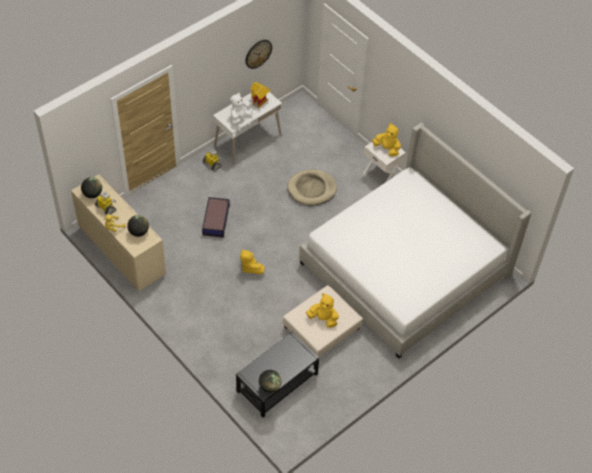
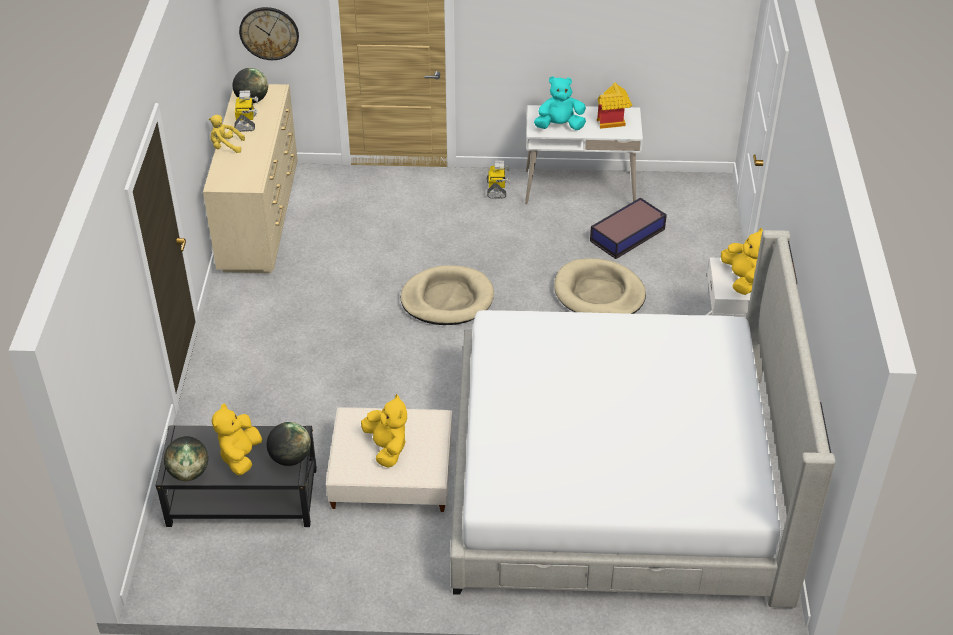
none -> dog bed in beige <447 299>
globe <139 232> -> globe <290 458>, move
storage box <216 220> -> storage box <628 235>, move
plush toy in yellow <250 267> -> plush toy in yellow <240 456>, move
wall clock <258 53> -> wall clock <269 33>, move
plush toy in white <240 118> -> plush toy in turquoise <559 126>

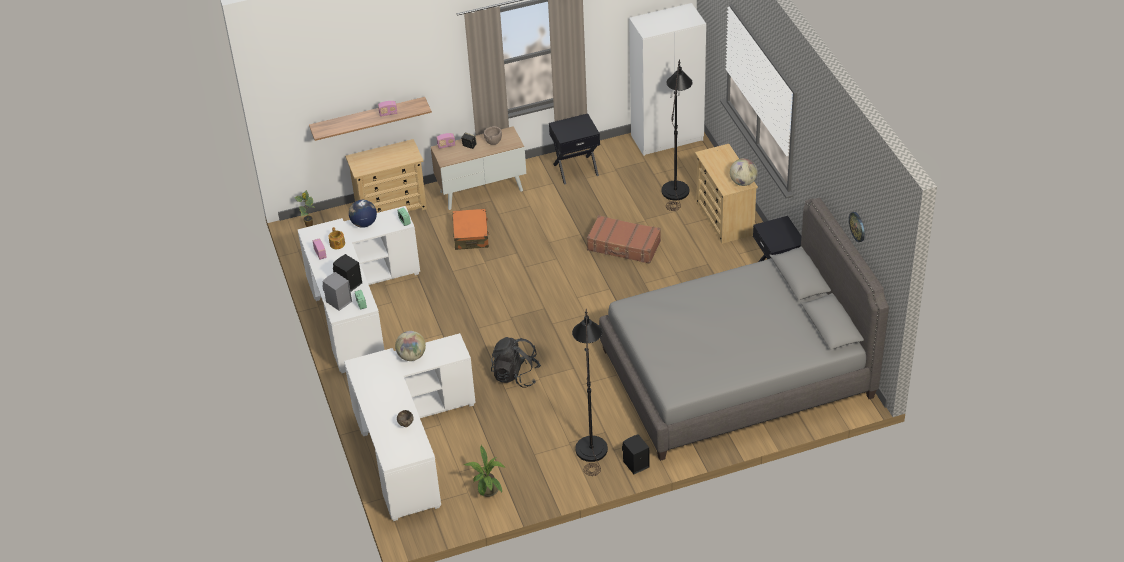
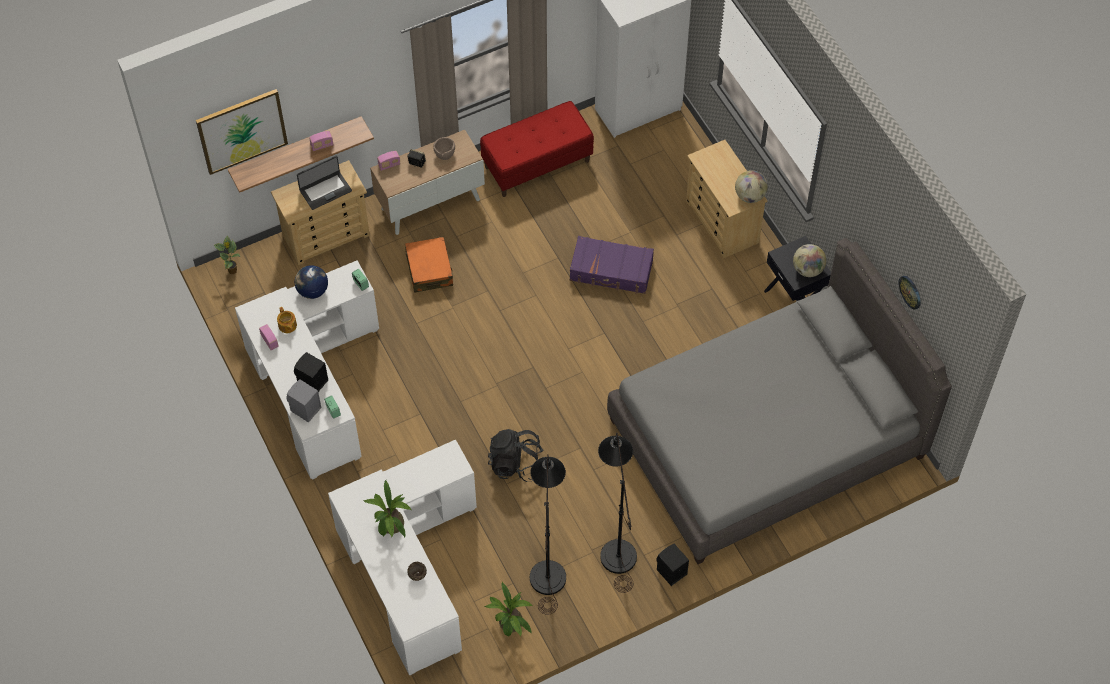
none -> picture <242 130>
none -> laptop <325 190>
none -> potted plant <391 527>
globe <411 356> -> globe <807 269>, move
floor lamp in black <676 186> -> floor lamp in black <548 568>, move
nightstand in black <575 169> -> bench in red <537 164>
suitcase in brown <624 246> -> suitcase in purple <611 271>

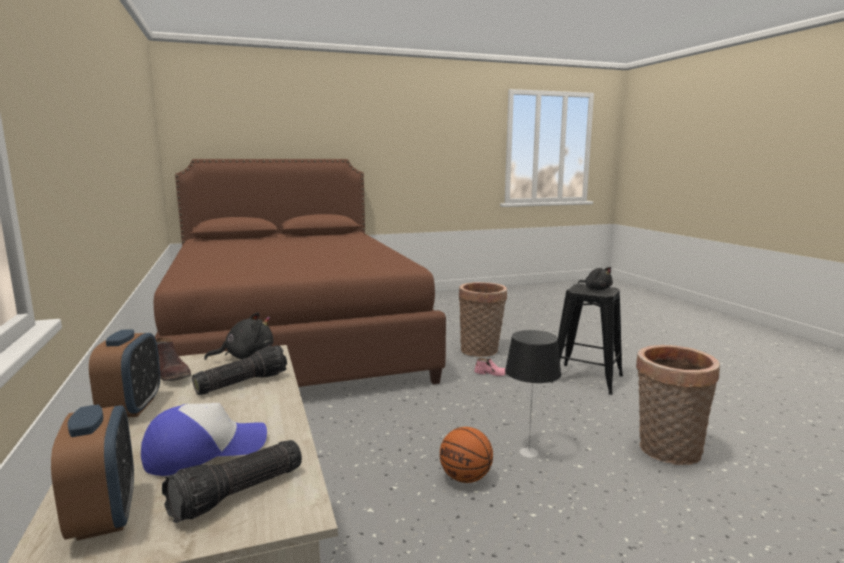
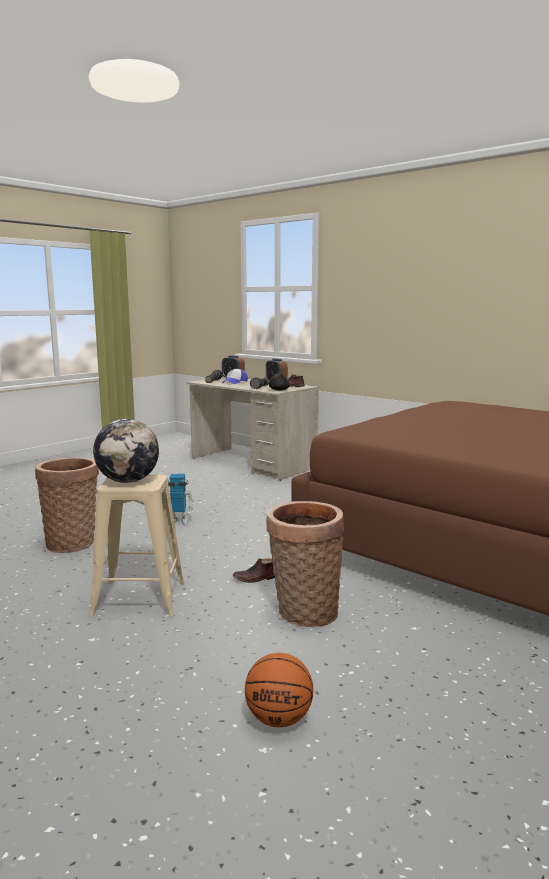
basketball <465 478> -> basketball <279 719>, move
table lamp <528 452> -> toy robot <178 522>
plush toy in black <596 289> -> globe <128 481>
shoe in pink <492 373> -> shoe in brown <255 578>
stool in black <586 379> -> stool in beige <139 599>

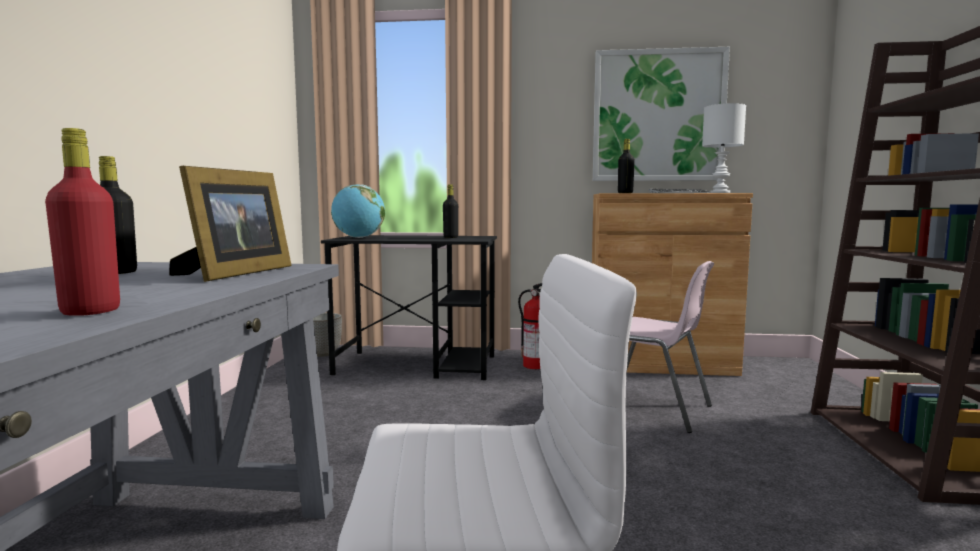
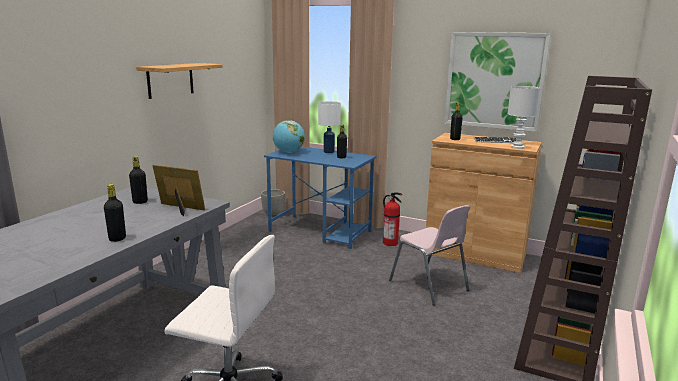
none -> shelf <170 80>
none -> table lamp in white <328 152>
bottle in red <91 311> -> bottle in black <117 238>
desk in black <418 365> -> desk in blue <321 231>
picture frame <235 273> -> picture frame <180 209>, 105 degrees counterclockwise

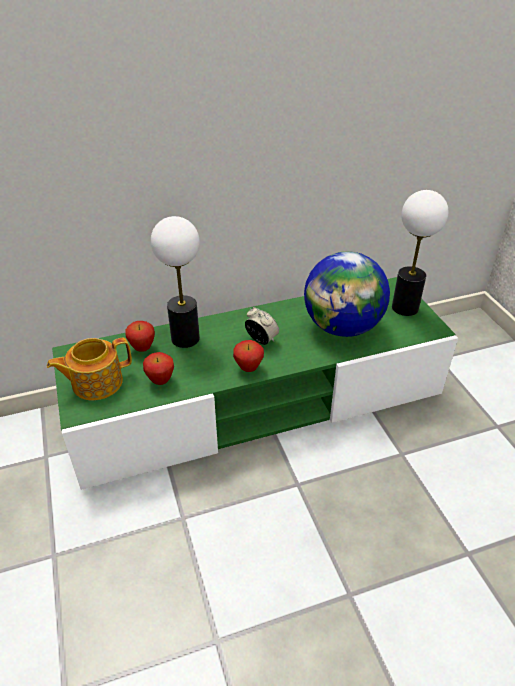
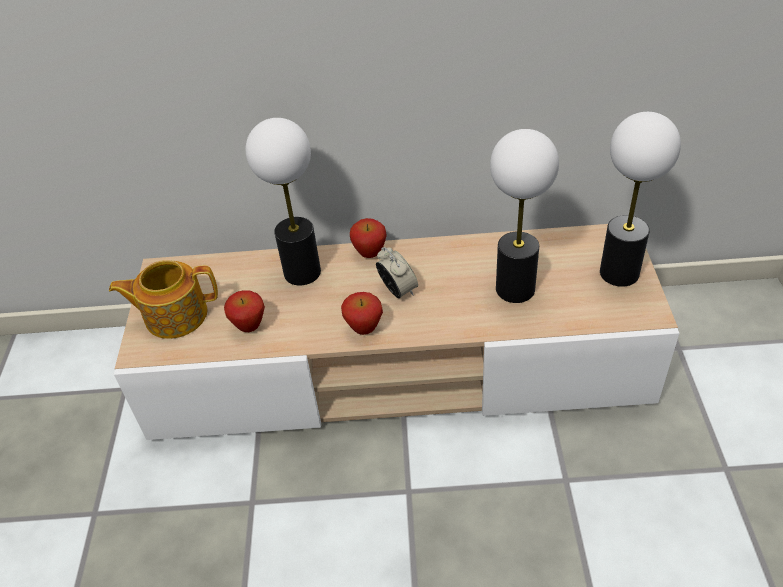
apple <142 348> -> apple <370 254>, move
globe <342 327> -> table lamp <515 289>
tv stand in green <257 402> -> tv stand in beige <398 366>

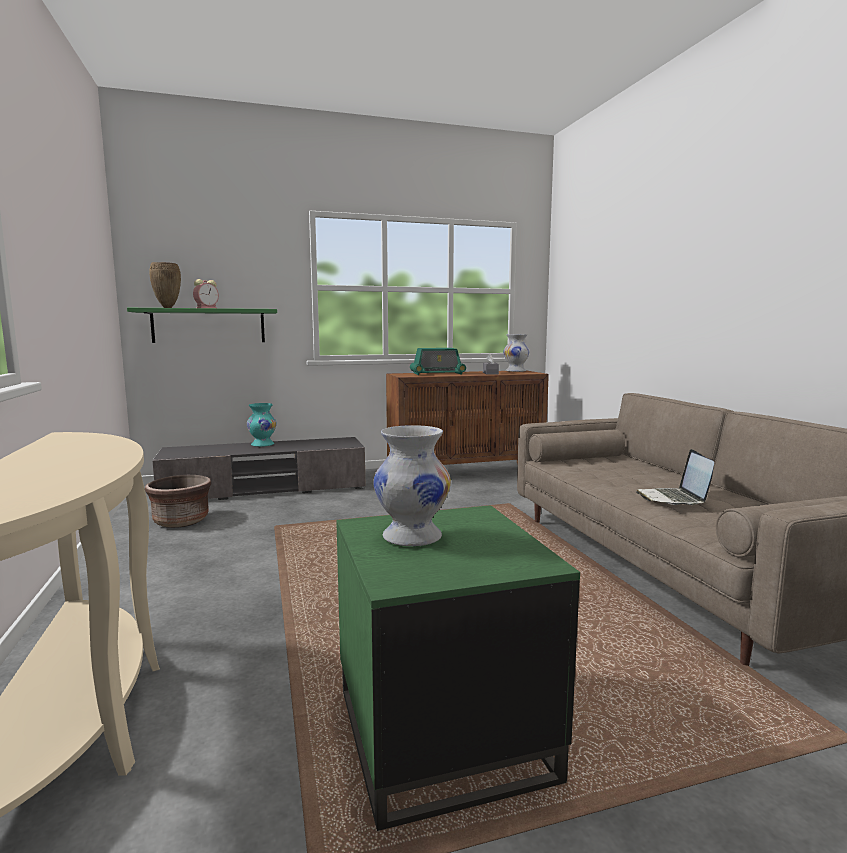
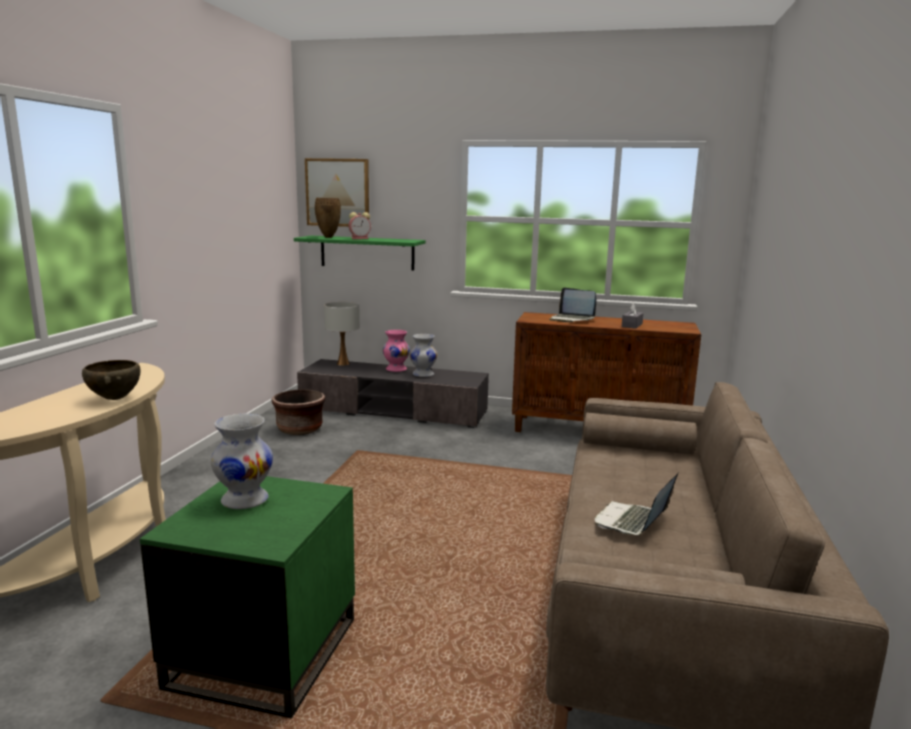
none -> bowl in brown <115 399>
none -> picture <338 192>
none -> table lamp in white <343 364>
vase in white <515 371> -> vase in white <423 374>, move
radio <437 374> -> laptop <571 319>
vase in turquoise <262 445> -> vase in pink <396 369>

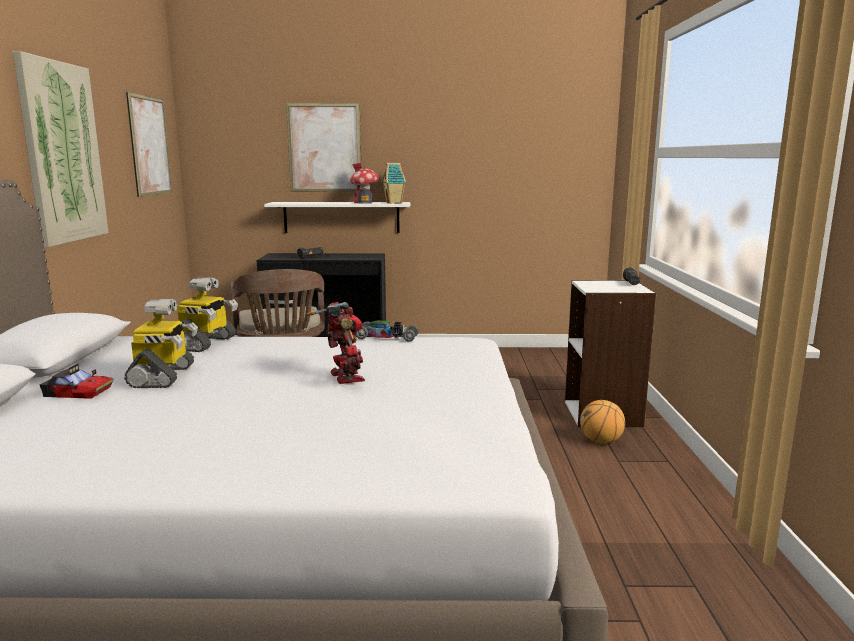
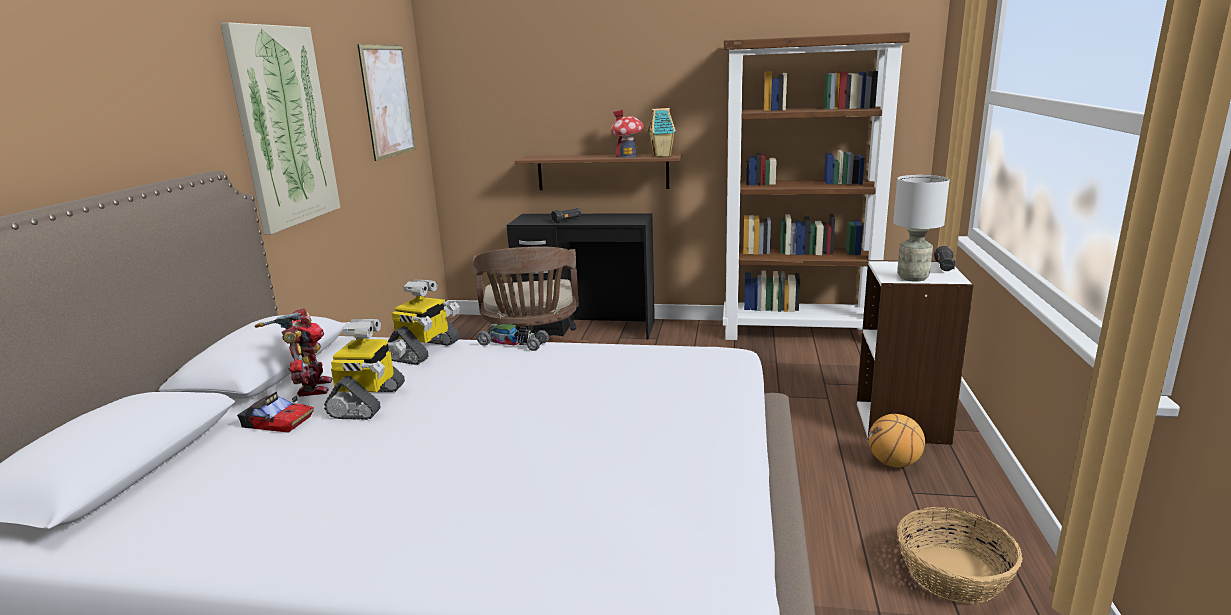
picture <324 148> -> none
none -> bookcase in brown <798 332>
none -> table lamp in grey <913 278>
none -> basket <952 574>
toy robot <344 377> -> toy robot <311 388>, move
toy car <387 337> -> toy car <513 343>, move
shelf in white <341 217> -> shelf in brown <602 172>

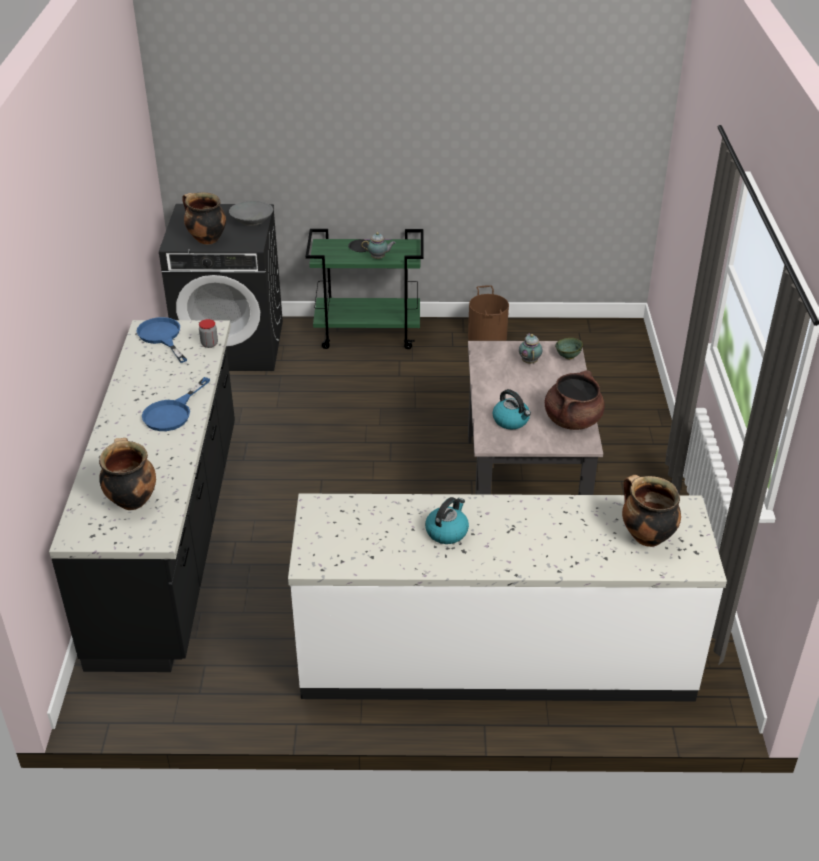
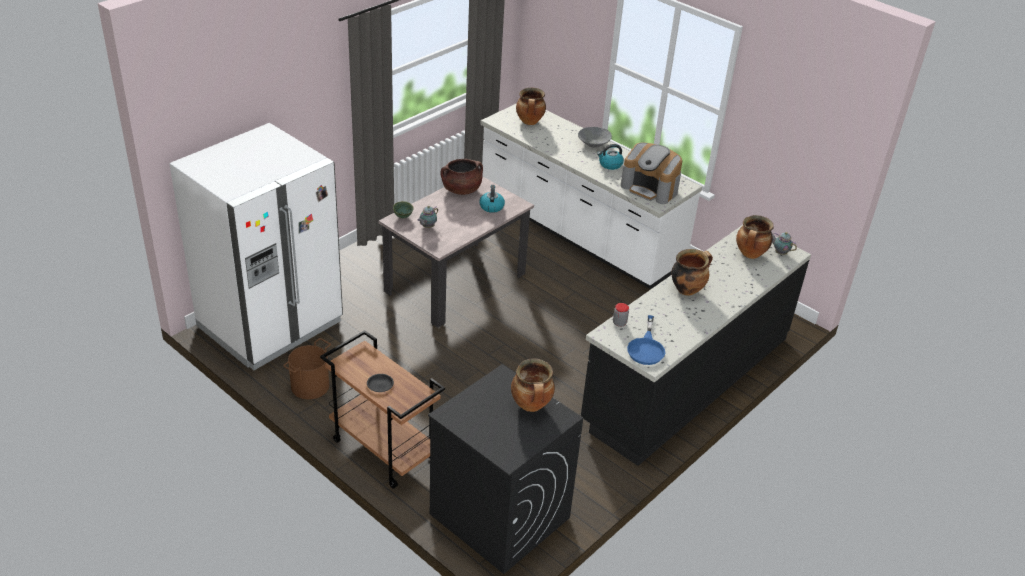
none -> fridge in white <270 324>
none -> coffee machine <650 188>
bowl in grey <252 221> -> bowl in grey <593 144>, move
teapot <379 258> -> teapot <780 252>, move
frying pan in blue <172 412> -> cooking pot <687 289>
cart in green <369 333> -> cart in brown <382 450>

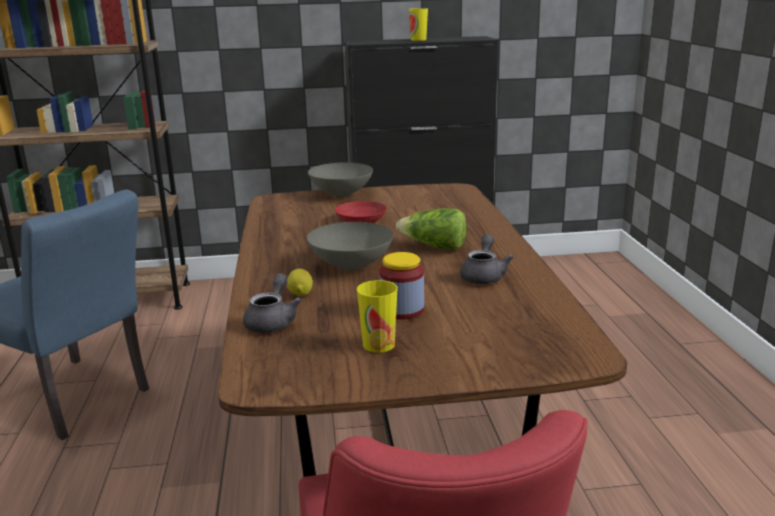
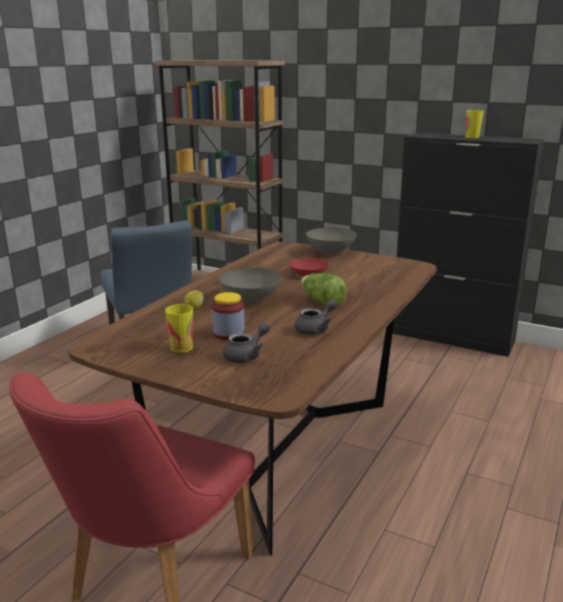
teapot in grey <272 321> -> teapot in grey <247 356>, move

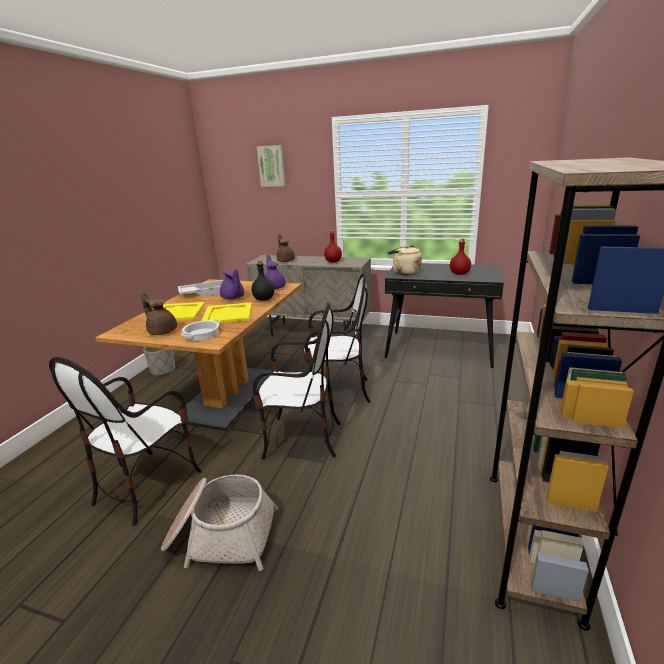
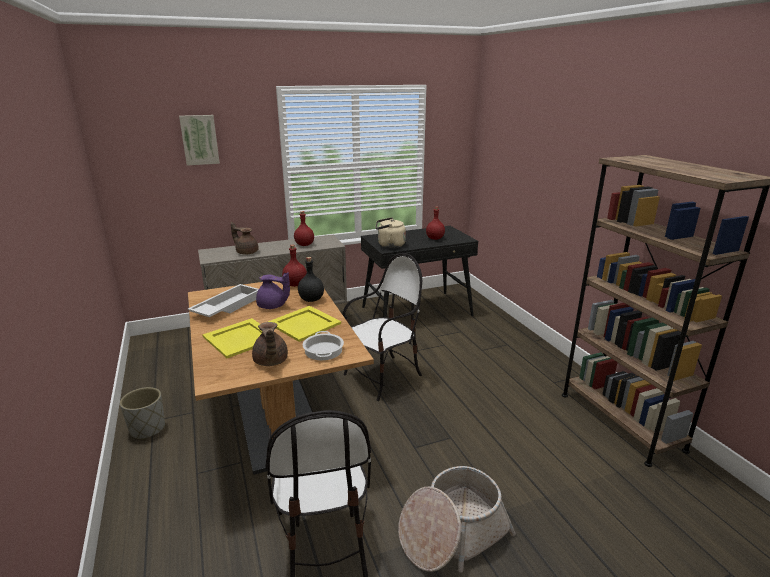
chair <301 439> -> none
teapot in purple <275 287> -> bottle in red <295 284>
teapot in brown <162 331> -> teapot in brown <270 362>, 105 degrees counterclockwise

